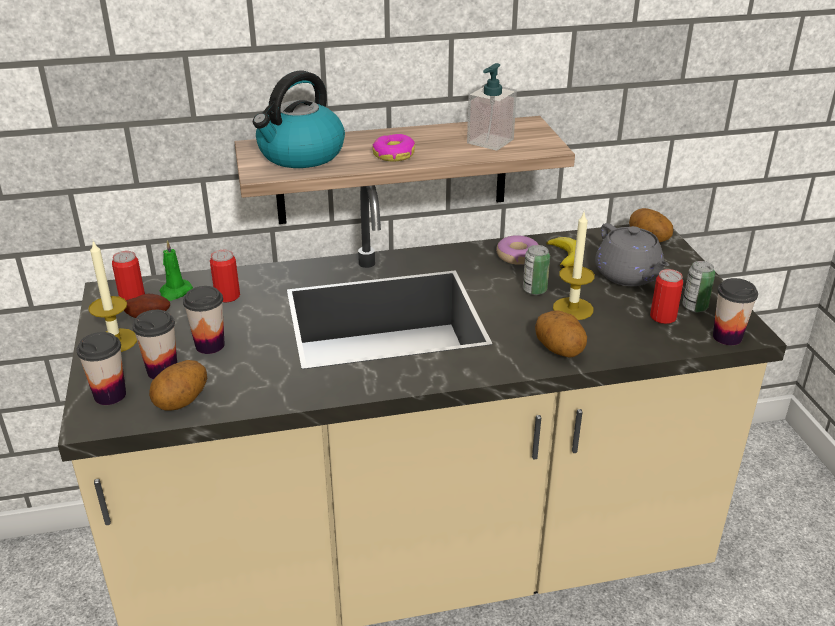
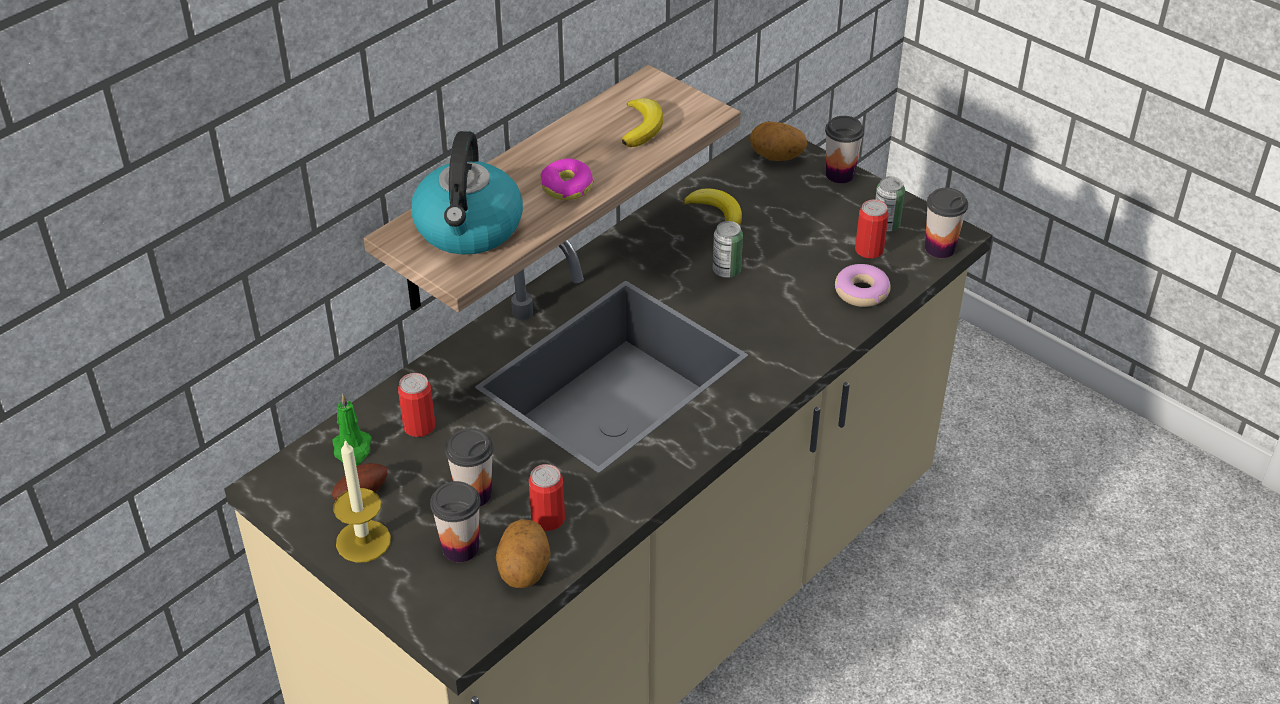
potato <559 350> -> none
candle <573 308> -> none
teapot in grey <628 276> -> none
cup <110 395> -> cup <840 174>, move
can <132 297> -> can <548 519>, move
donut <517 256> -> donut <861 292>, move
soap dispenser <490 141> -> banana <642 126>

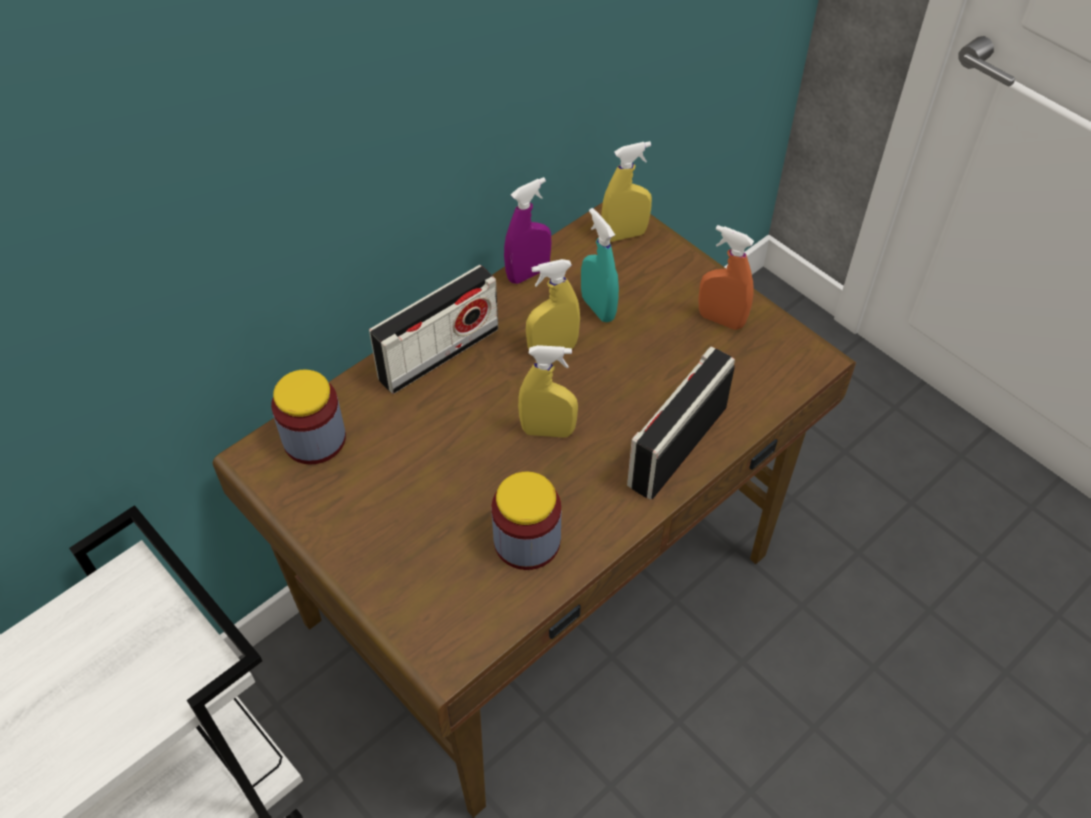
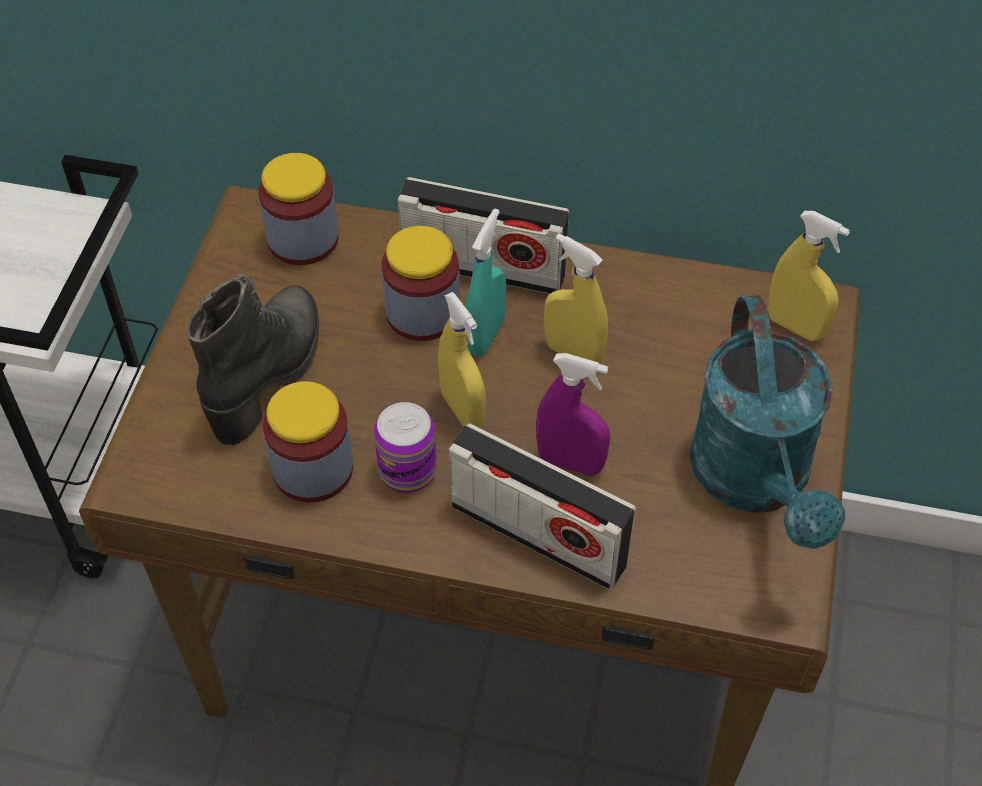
none -> boot in black <268 375>
none -> can <407 471>
none -> jar <423 313>
spray bottle in purple <528 273> -> spray bottle in purple <570 462>, move
spray bottle in turquoise <598 308> -> spray bottle in turquoise <485 336>, move
spray bottle in orange <721 320> -> watering can in turquoise <757 482>
radio <677 446> -> radio <538 534>, 150 degrees counterclockwise

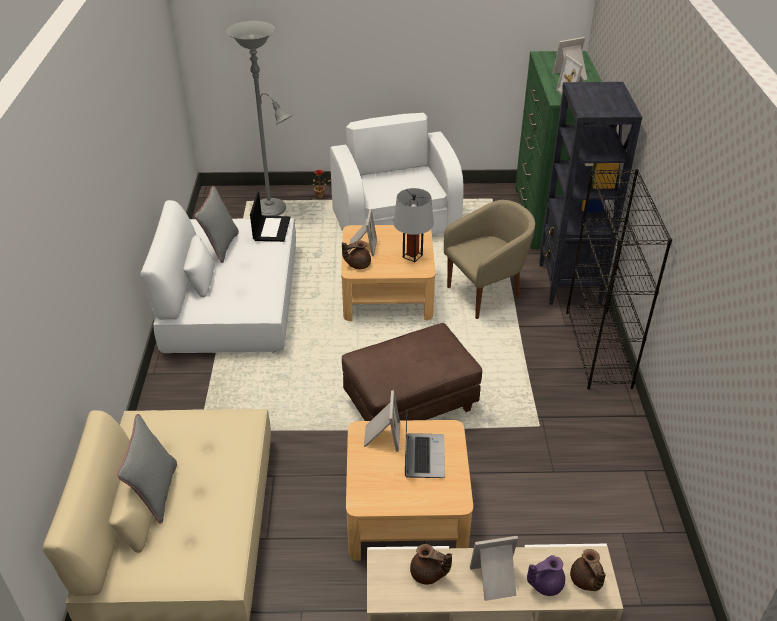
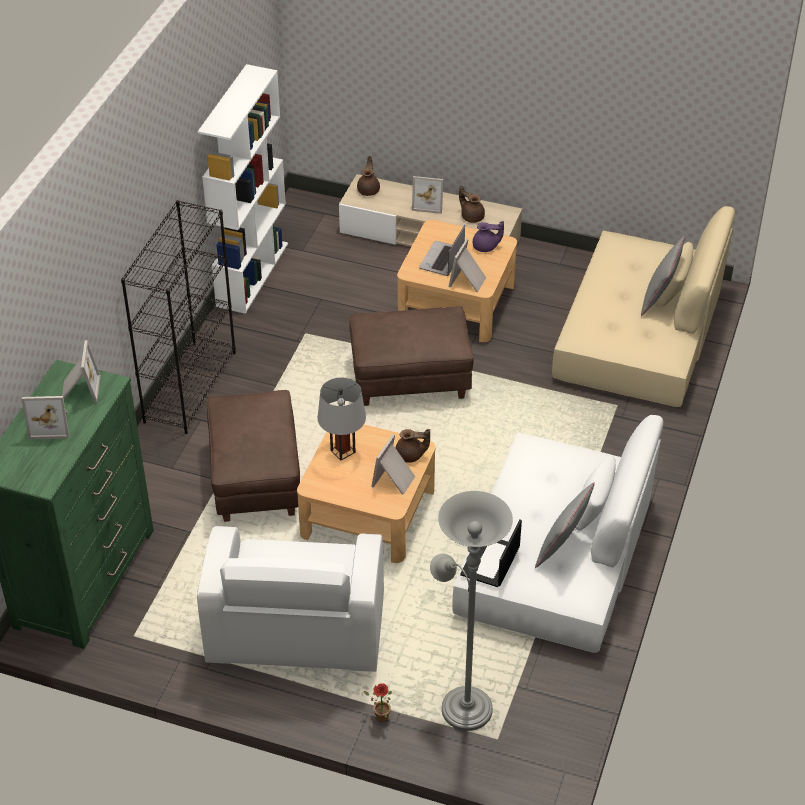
bookcase in black <569 284> -> none
none -> bookcase in white <252 274>
teapot in purple <545 584> -> teapot in purple <486 247>, move
armchair in beige <486 294> -> ottoman in brown <255 479>

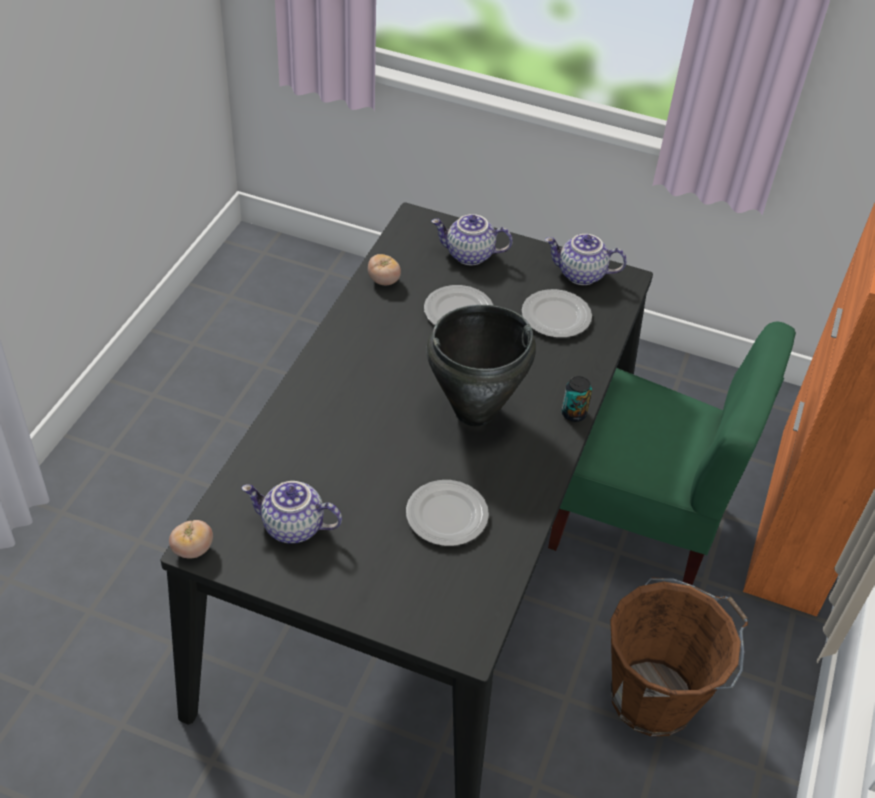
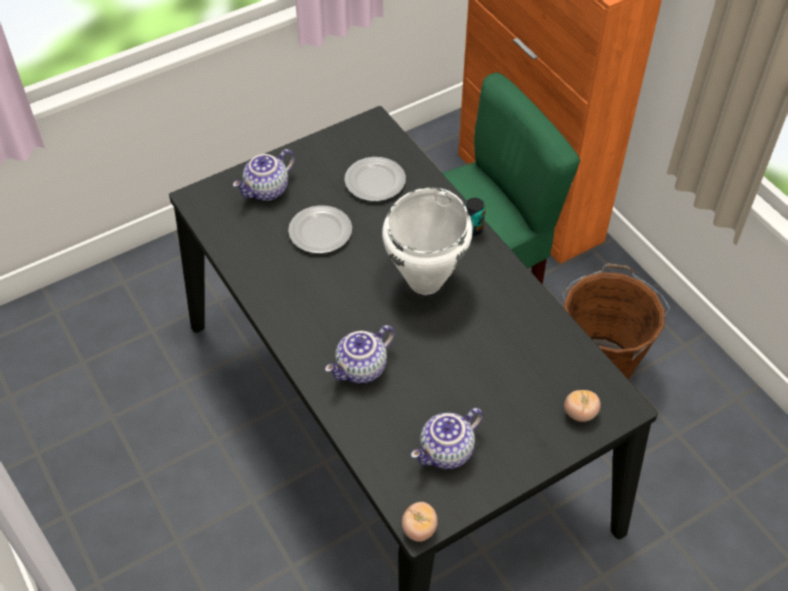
plate <446 516> -> none
tomato <383 281> -> tomato <580 413>, move
teapot <580 275> -> teapot <361 369>, move
cooking pot in black <475 412> -> cooking pot in white <426 281>

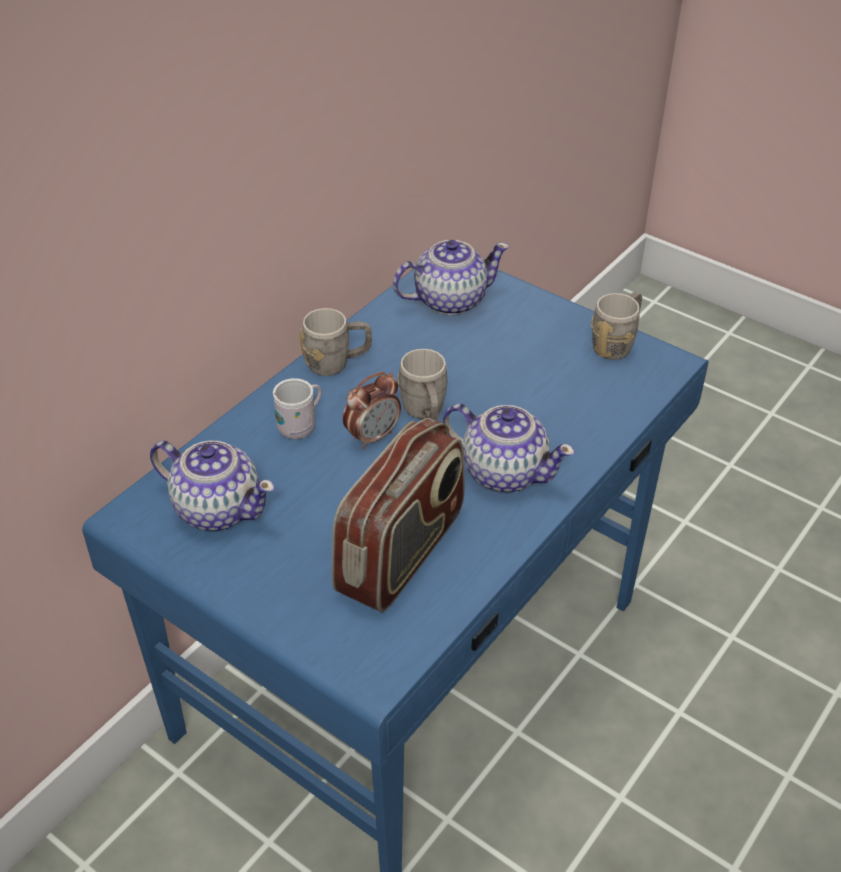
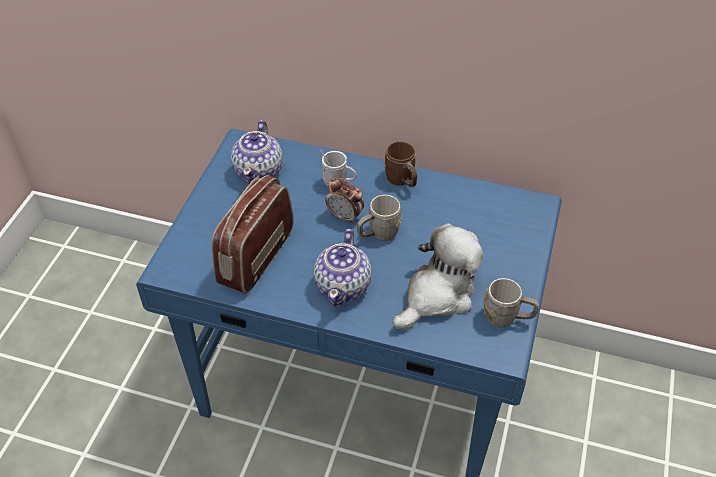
teapot <449 300> -> none
none -> plush toy <437 295>
mug in grey <337 363> -> mug in brown <402 181>
radio <402 553> -> radio <256 256>, 105 degrees clockwise

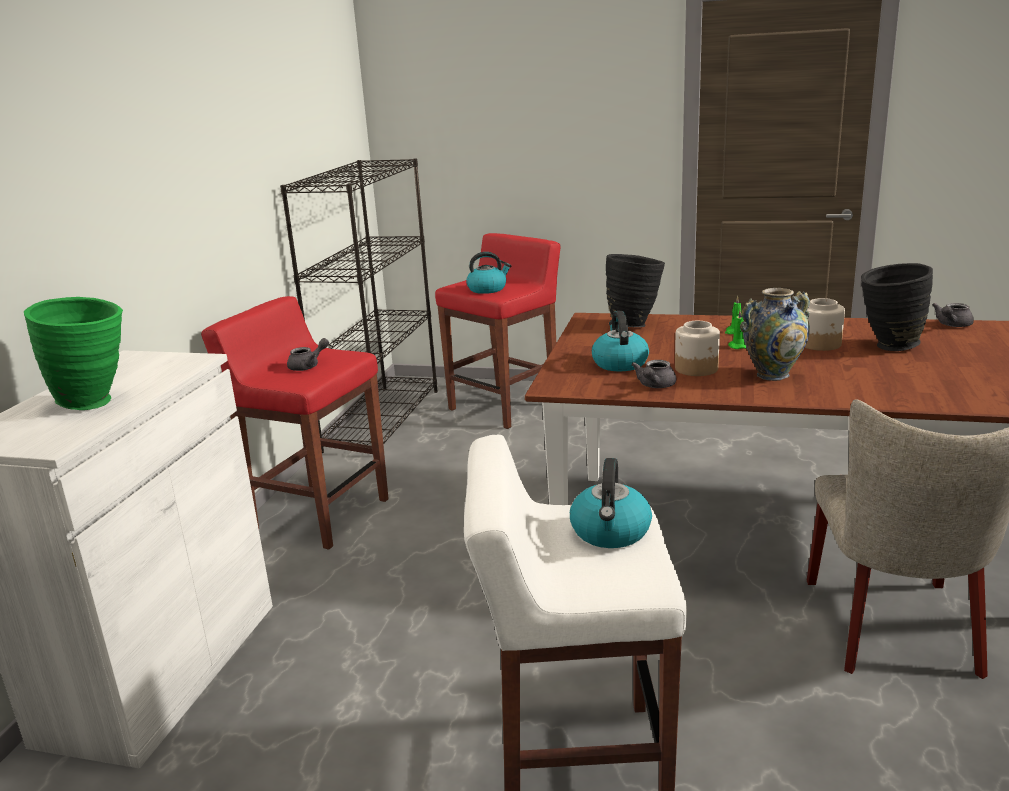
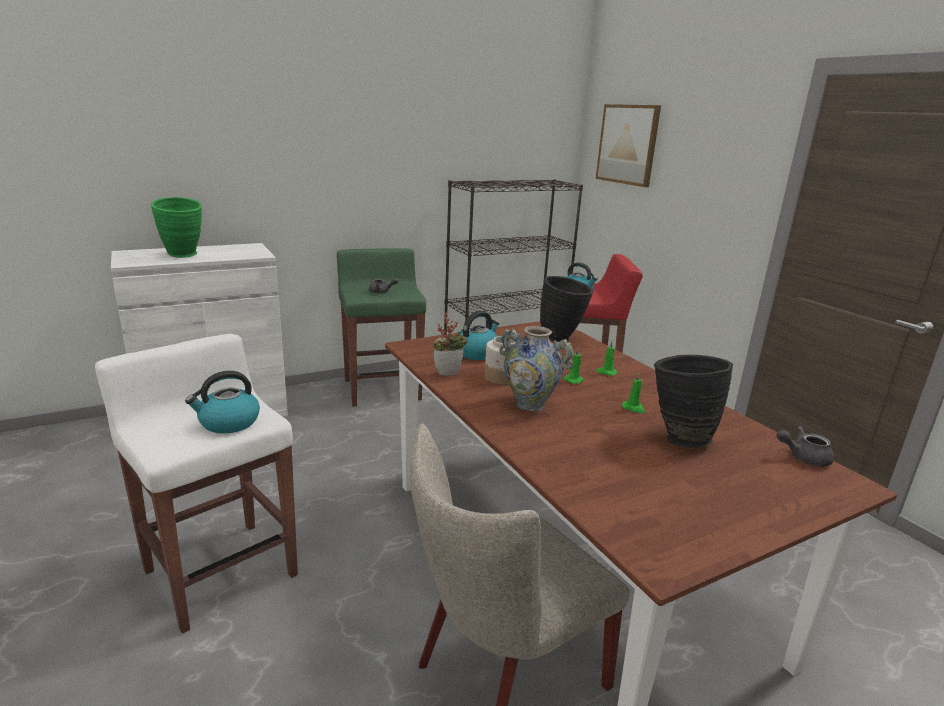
none -> picture <628 144>
teapot in grey <654 386> -> potted plant <449 372>
jar <820 344> -> candle in green <634 408>
stool in red <318 515> -> stool in green <382 389>

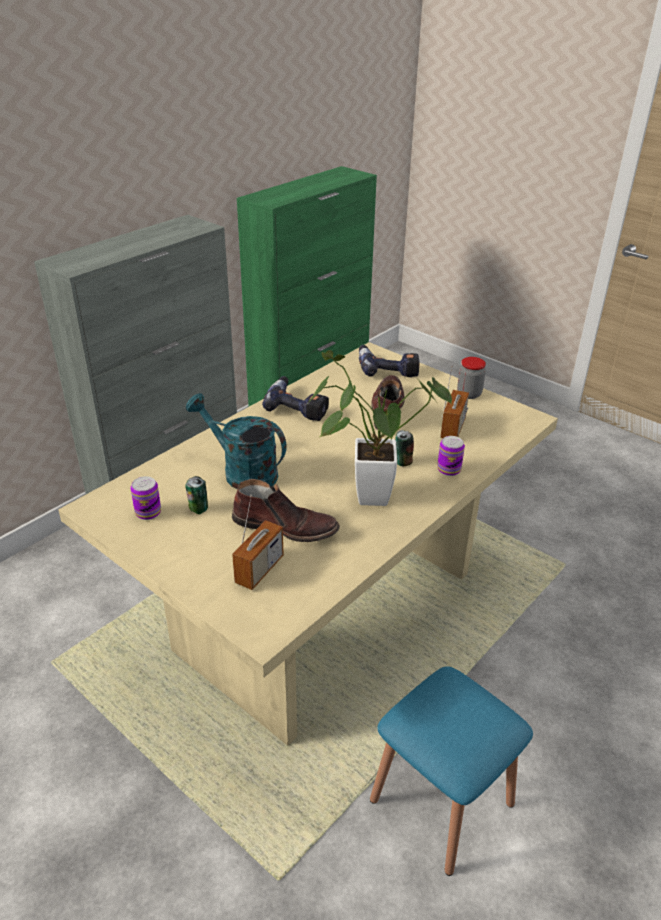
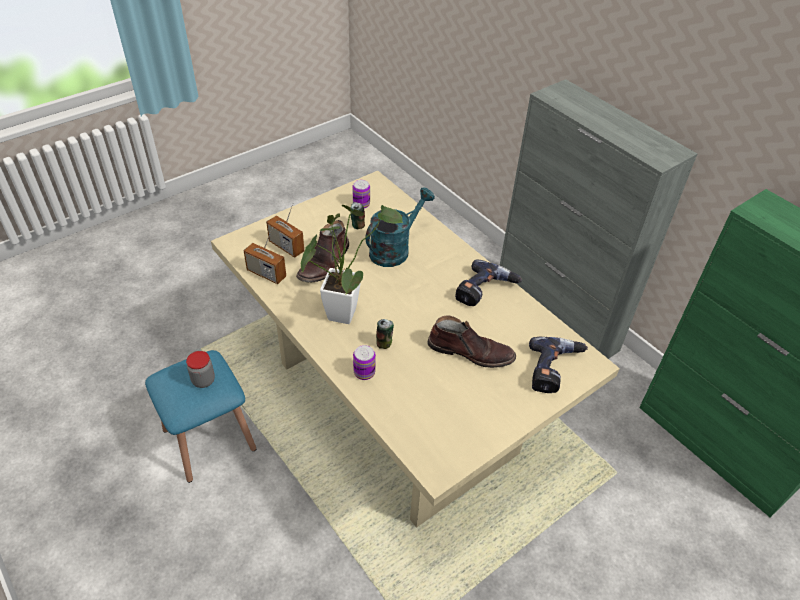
radio <453 429> -> radio <266 274>, move
jar <469 394> -> jar <203 380>, move

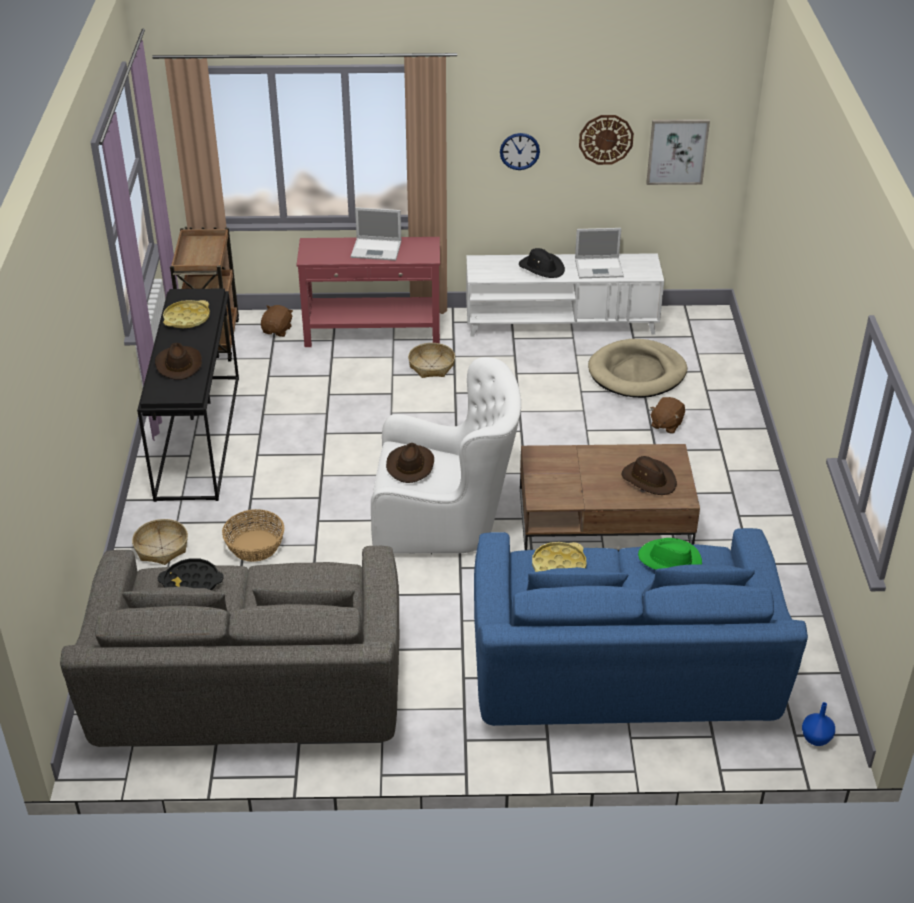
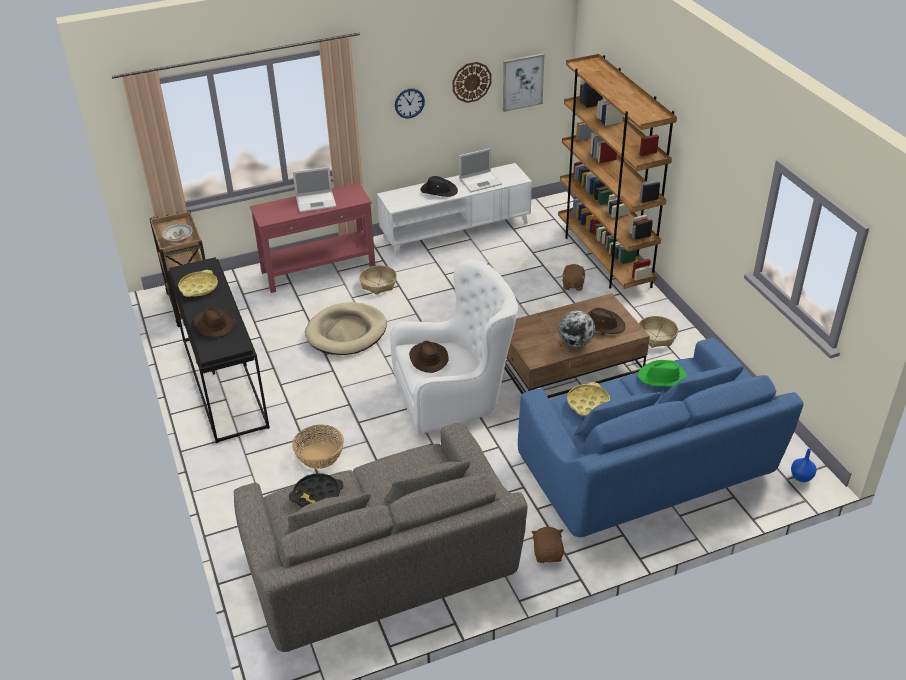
none -> bowl <179 239>
none -> bookcase in brown <604 258>
none -> globe <575 343>
basket <161 548> -> basket <656 336>, move
plush toy in brown <277 330> -> plush toy in brown <548 553>, move
dog bed in beige <637 373> -> dog bed in beige <346 332>, move

